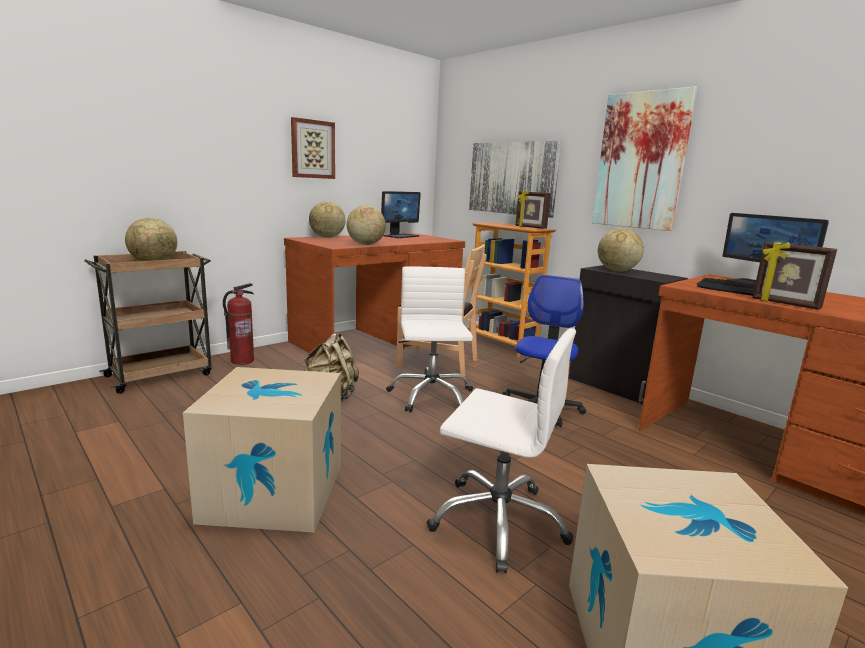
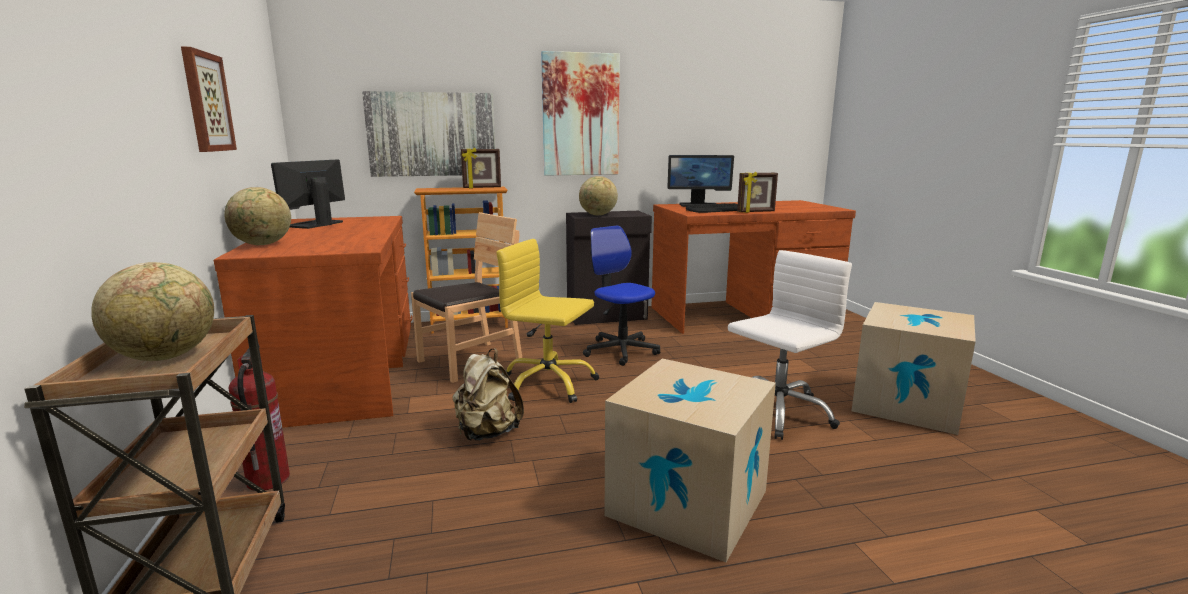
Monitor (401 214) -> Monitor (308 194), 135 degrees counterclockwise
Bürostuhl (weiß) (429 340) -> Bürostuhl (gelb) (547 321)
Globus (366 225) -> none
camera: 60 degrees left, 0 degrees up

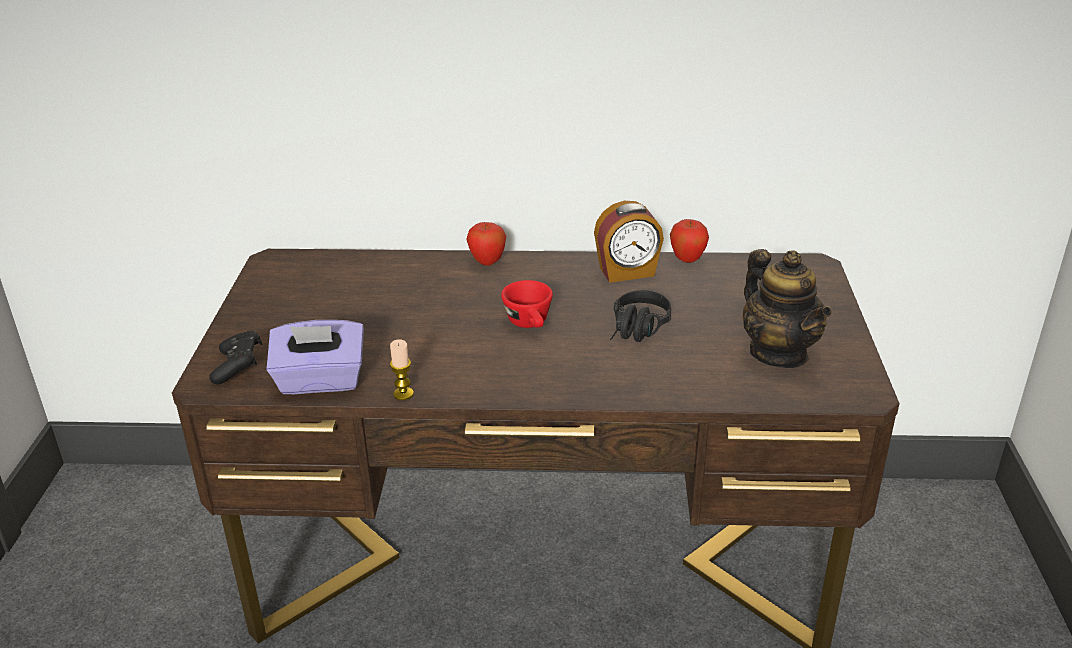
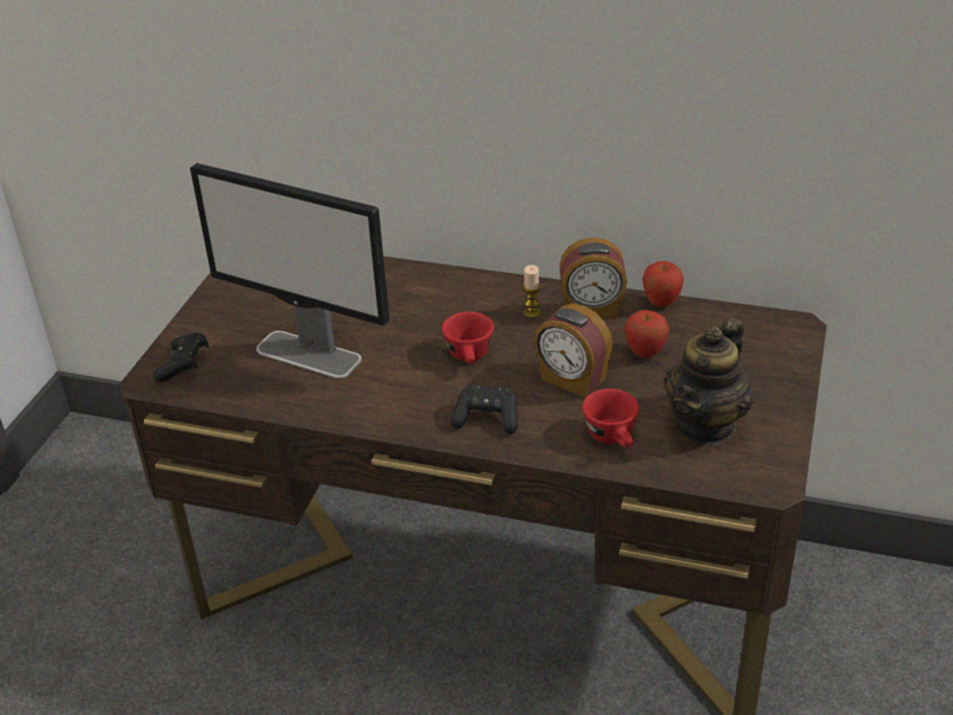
none -> Monitor (289 271)
none -> Gamepad (schwarz) (484 409)
Kerze (402 369) -> Kerze (531 291), shifted
Kopfhörer (schwarz) (640 316) -> Wecker (573 350)
none -> Tasse (rot) (610 418)
Apfel (486 244) -> Apfel (646 334), shifted
Teekanne (787 308) -> Teekanne (708 381), 45 degrees clockwise
Taschentuchbox (lila) (315 357) -> none
camera: 15 degrees right, 5 degrees up

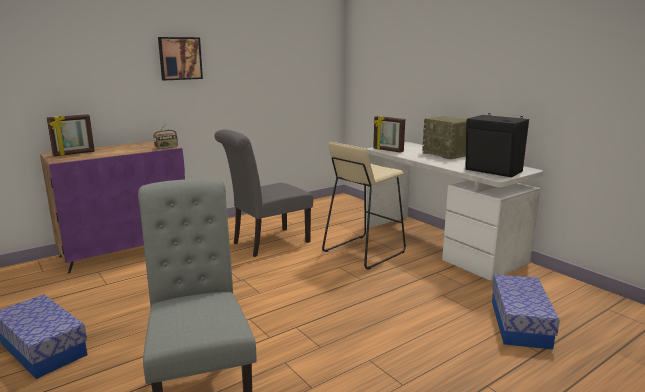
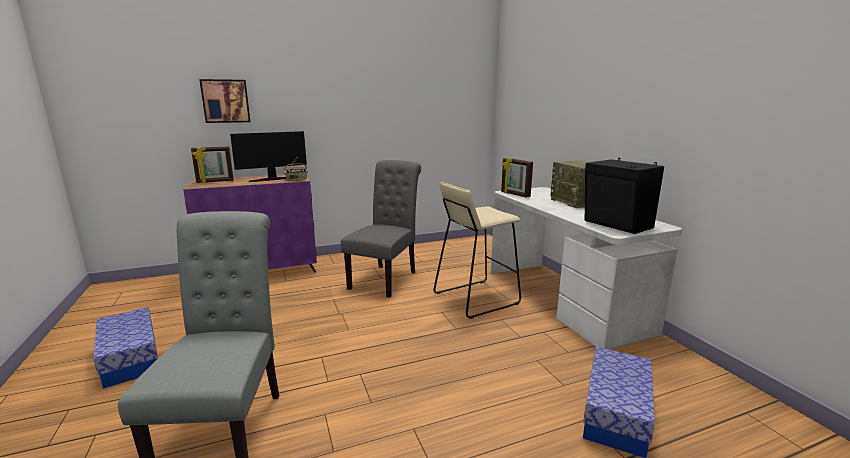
Bild (180 58) -> Bild (224 101), shifted
none -> Monitor (268 156)
Stuhl (grau) (263 193) -> Stuhl (grau) (381 229), 135 degrees clockwise
camera: 15 degrees right, 0 degrees up

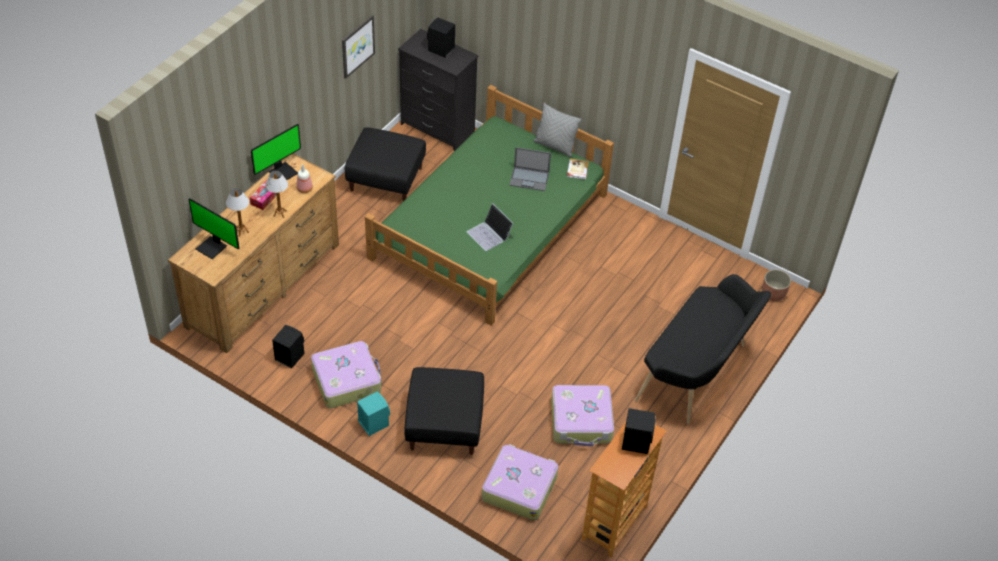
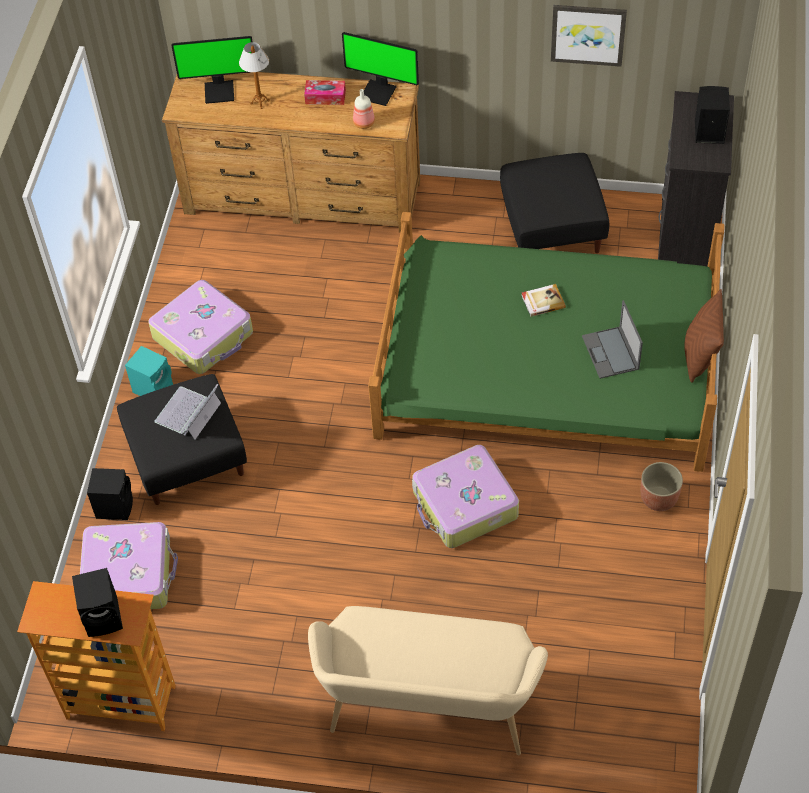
Lautsprecher (schwarz) (288 347) -> Lautsprecher (schwarz) (110 494), shifted
Laptop (490 227) -> Laptop (187 411), shifted
Monitor (213 228) -> Monitor (212 70), 105 degrees counterclockwise
Bank (schwarz) (703 349) -> Bank (beige) (428 680)
Koffer (582 416) -> Koffer (465 496), shifted
Buch (578 169) -> Buch (543 300), shifted
Pflanzkübel (776 285) -> Pflanzkübel (662 486), shifted
Kissen (grau) (557 130) -> Kissen (braun) (704 336)
Tischlampe (276 194) -> none
camera: 70 degrees right, 5 degrees up

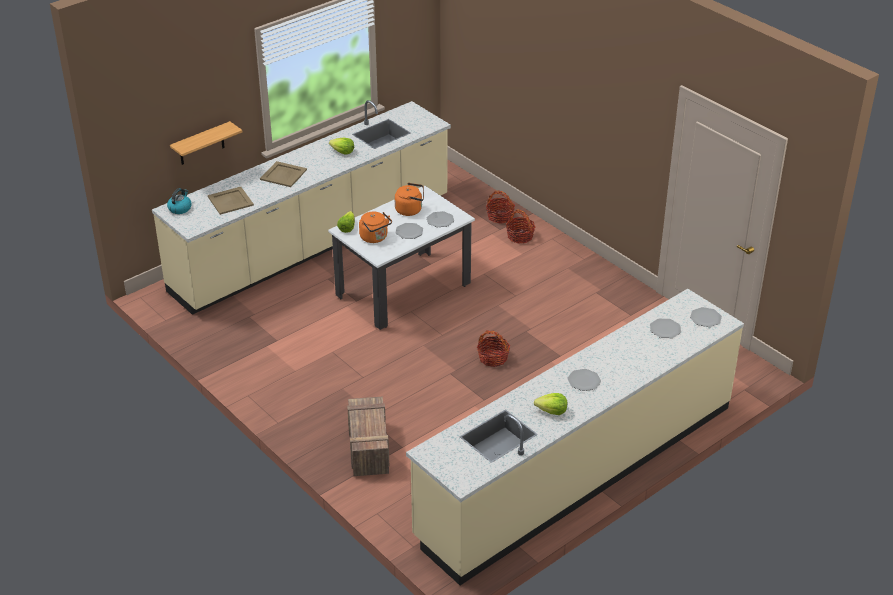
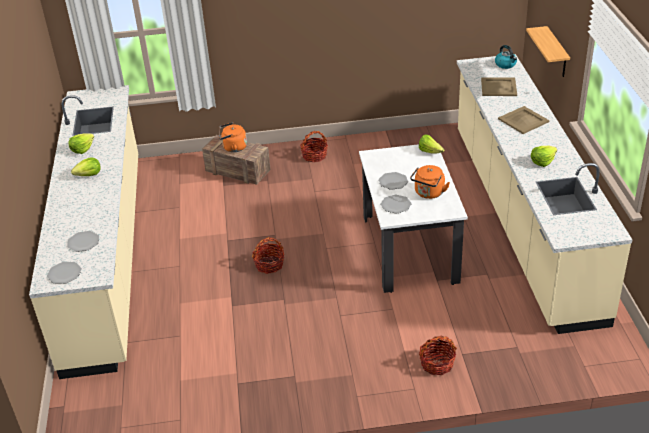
Teller (584 380) -> Salatkopf (86 166)
Wasserkessel (orange) (375 227) -> Wasserkessel (orange) (233 137), shifted
Korb (500 207) -> Korb (314 146), shifted
camera: 125 degrees right, 0 degrees up

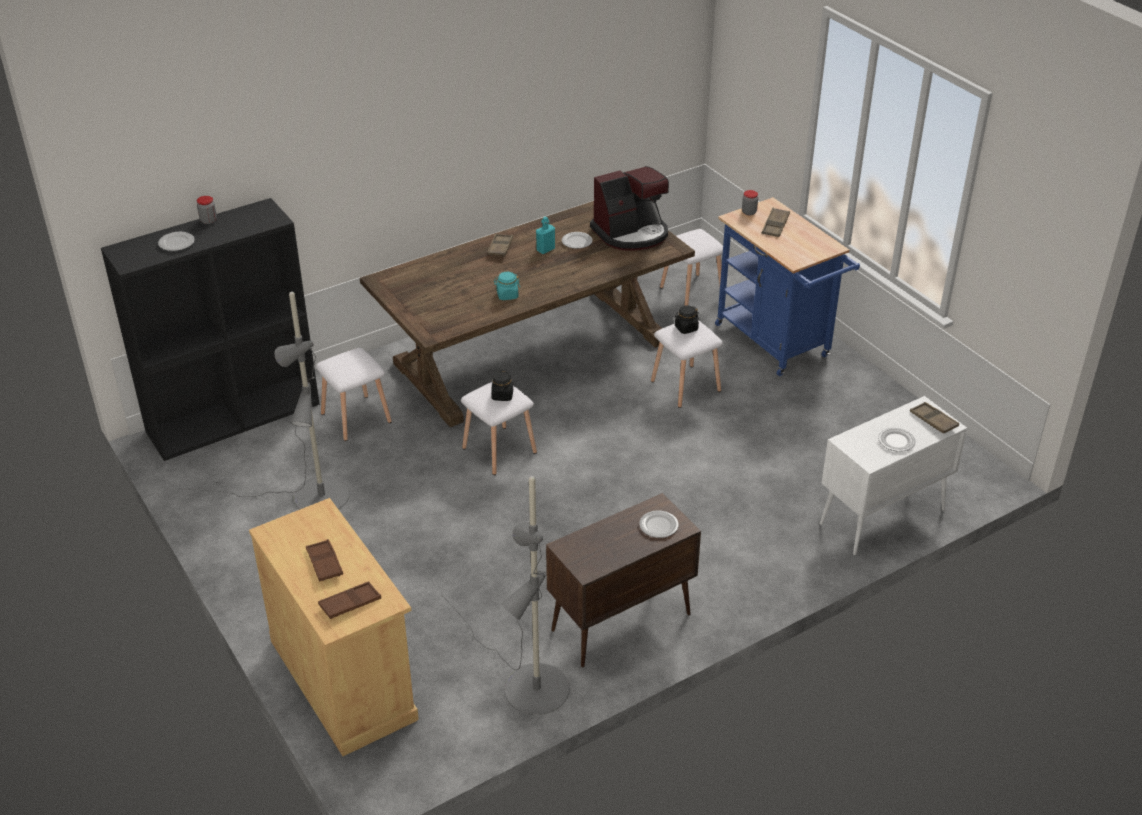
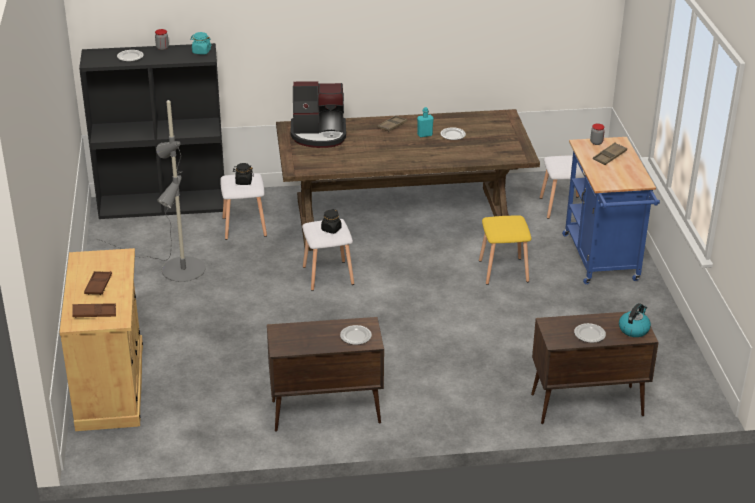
Vorratsglas (türkis) (507 286) -> Vorratsglas (türkis) (200 43), shifted
Vorratsglas (schwarz) (687 319) -> Vorratsglas (schwarz) (243 174), shifted
Kaffeemaschine (629 208) -> Kaffeemaschine (318 114), shifted
Hocker (weiß) (687 364) -> Hocker (gelb) (505 250)
Schrank (weiß) (893 475) -> Schrank (braun) (595 367)
Tablett (braun) (934 418) -> Wasserkessel (635 320)
Stehlampe (grau) (505 595) -> none
camera: 25 degrees right, 5 degrees down

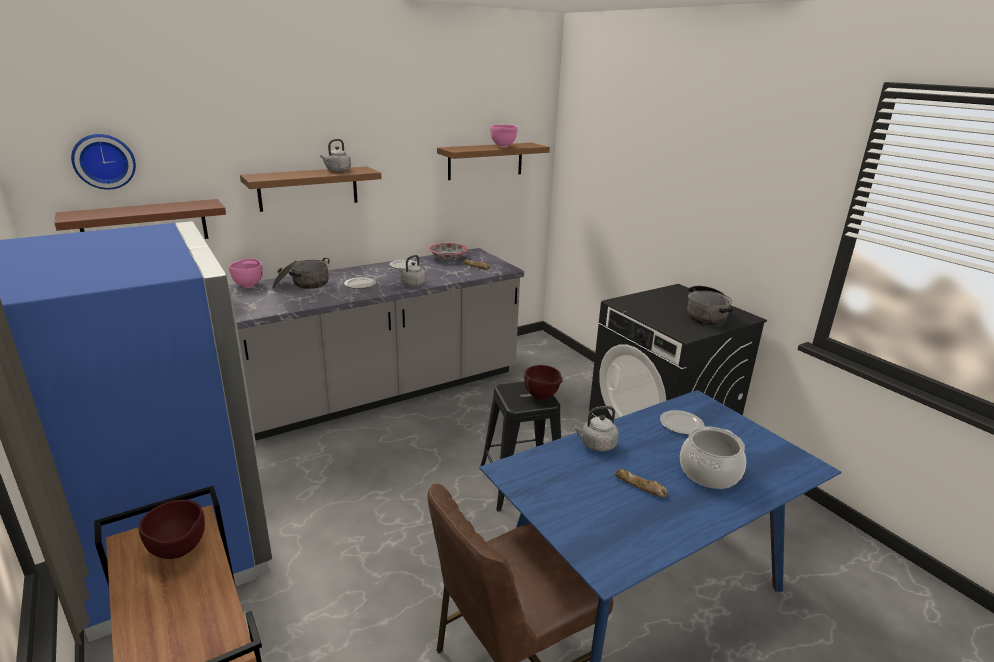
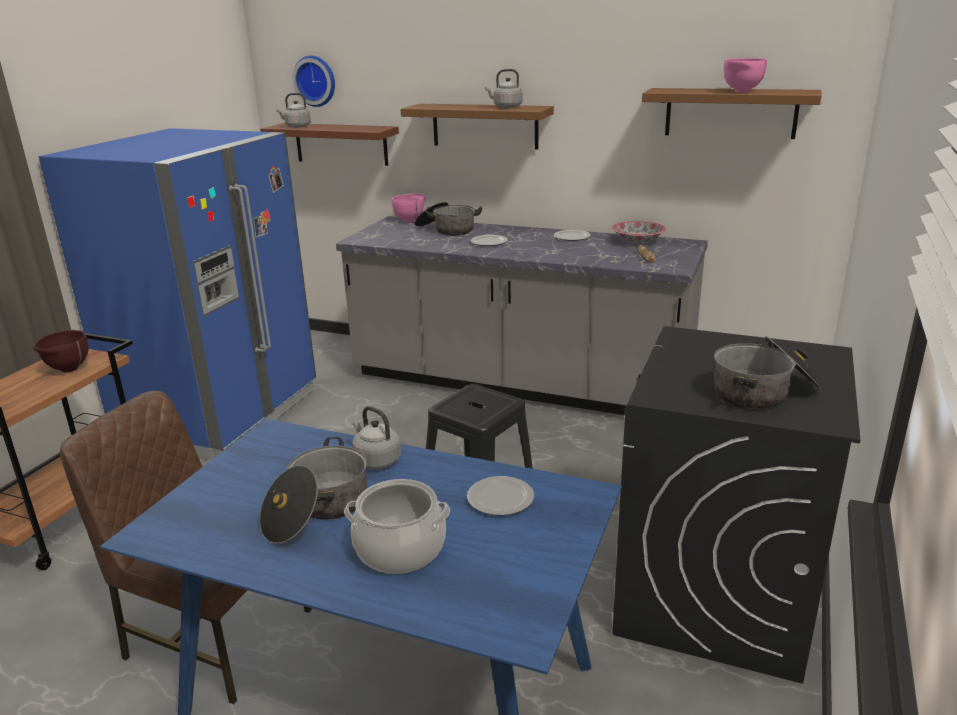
Brot (641 483) -> Kochtopf (313 490)
Wasserkessel (grau) (412 270) -> Wasserkessel (grau) (293 110), shifted
Schüssel (braun) (543 382) -> none
camera: 55 degrees right, 0 degrees up

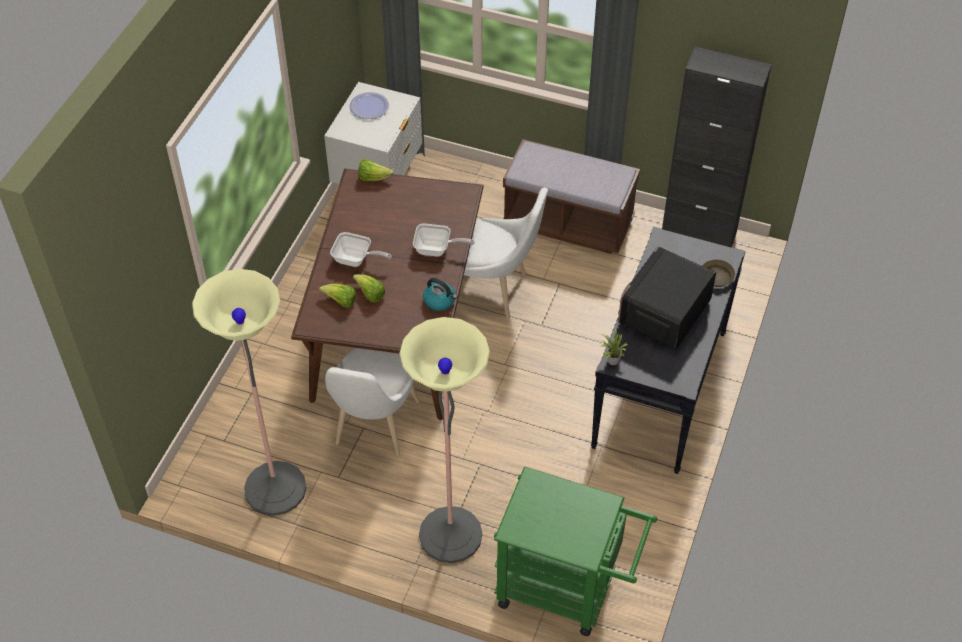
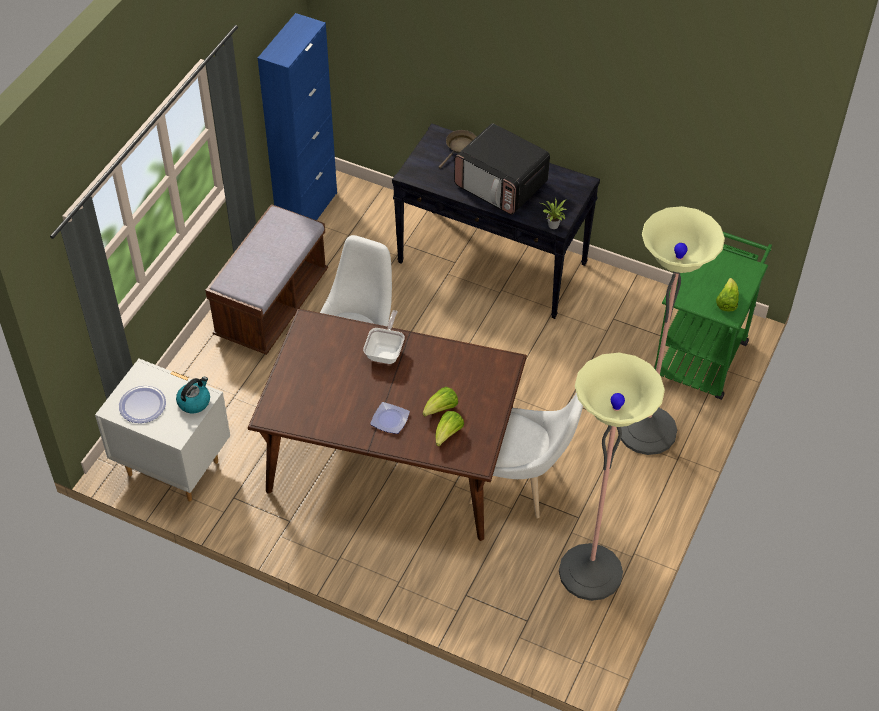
Wasserkessel (440 294) -> Wasserkessel (193 395), shifted
Schrank (schwarz) (717 147) -> Schrank (blau) (297 116)
Pfanne (361 249) -> Teller (390 418)
Salatkopf (376 170) -> Salatkopf (727 294), shifted
camera: 85 degrees left, 0 degrees up

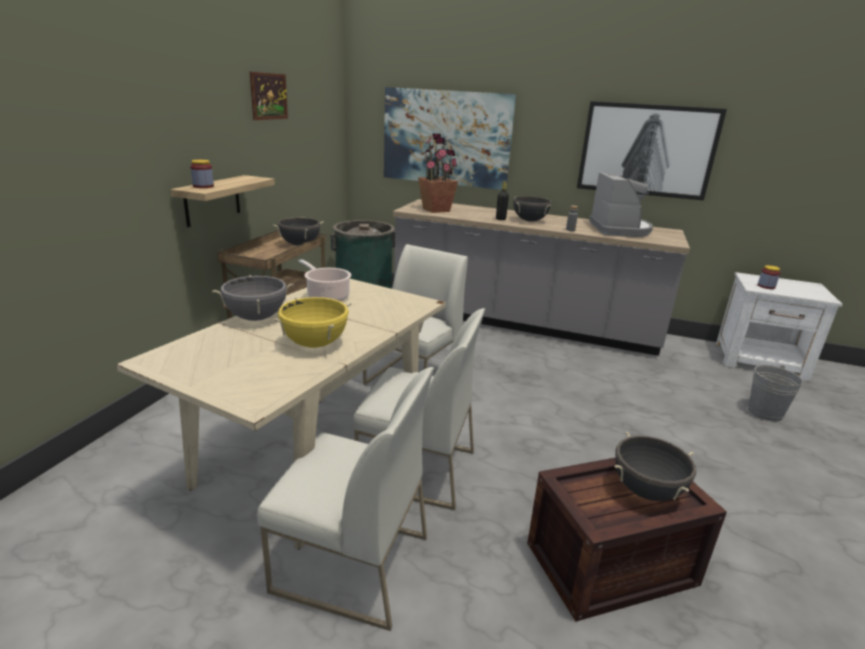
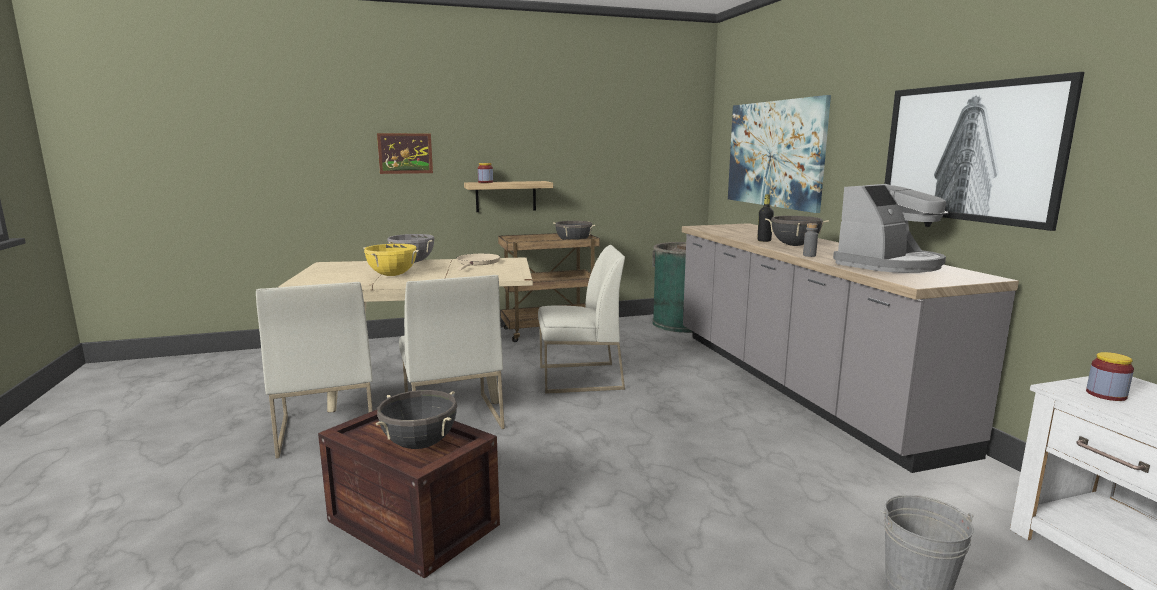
Bild (269 96) -> Bild (405 153), shifted
Kochtopf (325 280) -> Pfanne (beige) (478 262)
Topfpflanze (438 173) -> none
camera: 55 degrees right, 10 degrees down

